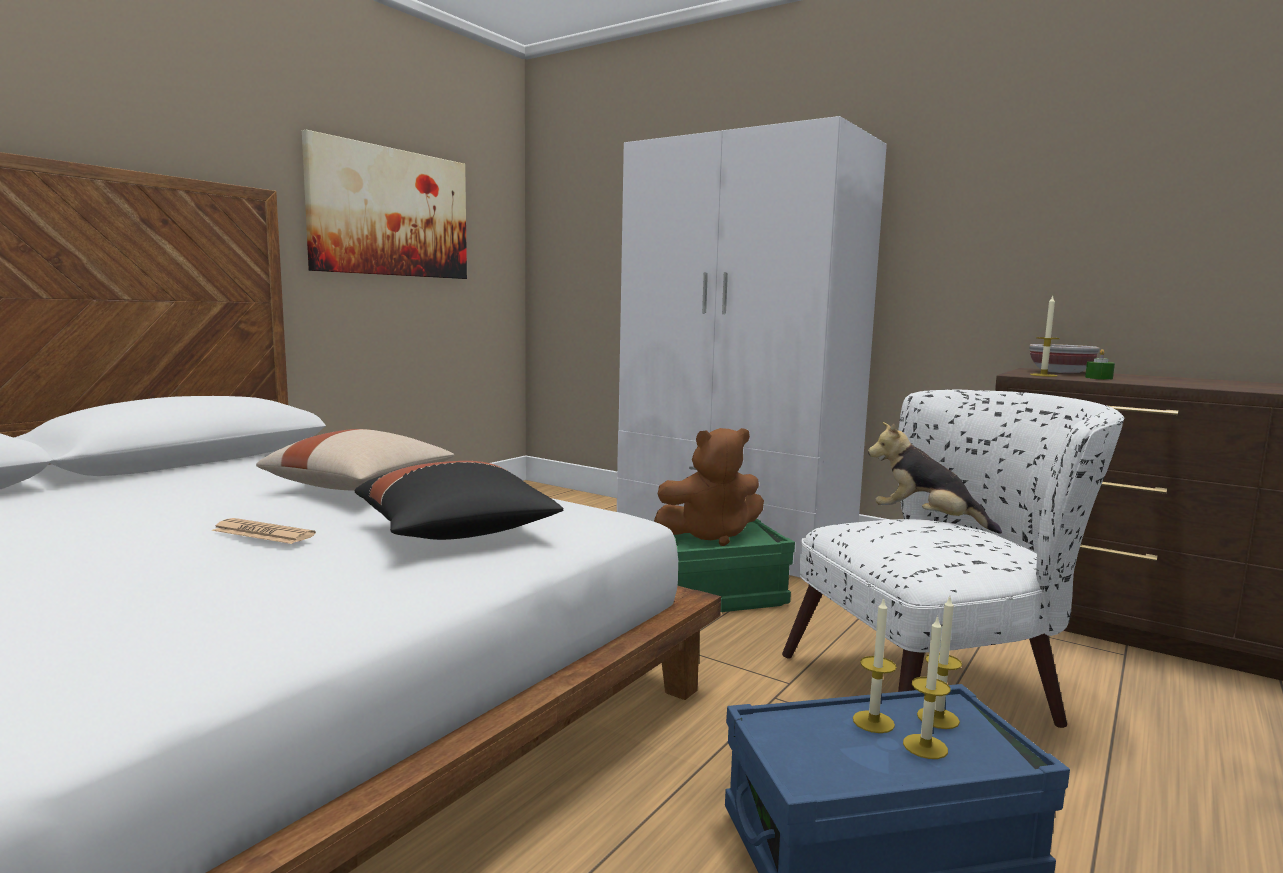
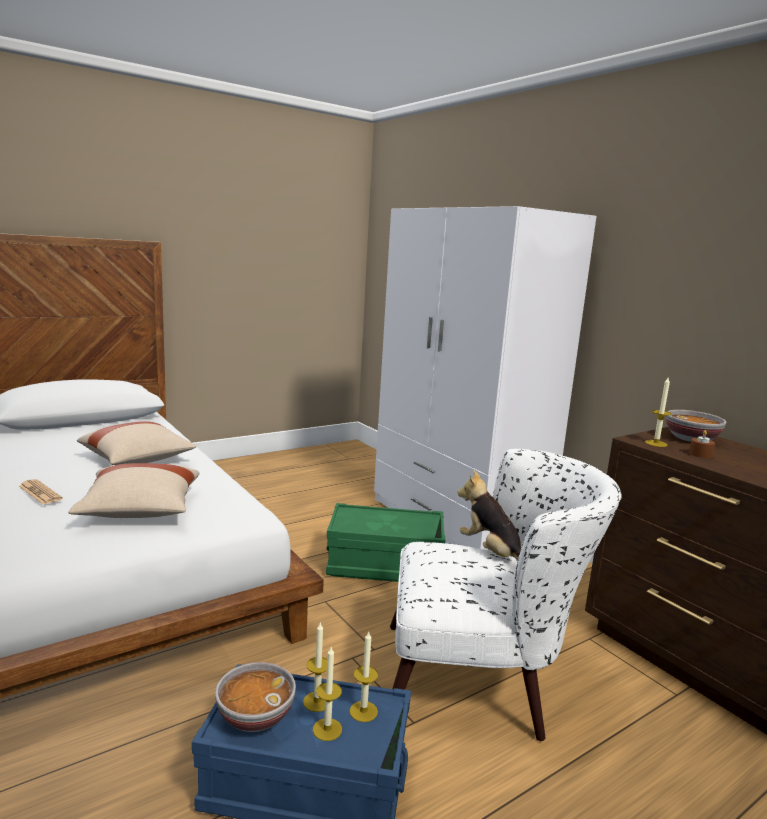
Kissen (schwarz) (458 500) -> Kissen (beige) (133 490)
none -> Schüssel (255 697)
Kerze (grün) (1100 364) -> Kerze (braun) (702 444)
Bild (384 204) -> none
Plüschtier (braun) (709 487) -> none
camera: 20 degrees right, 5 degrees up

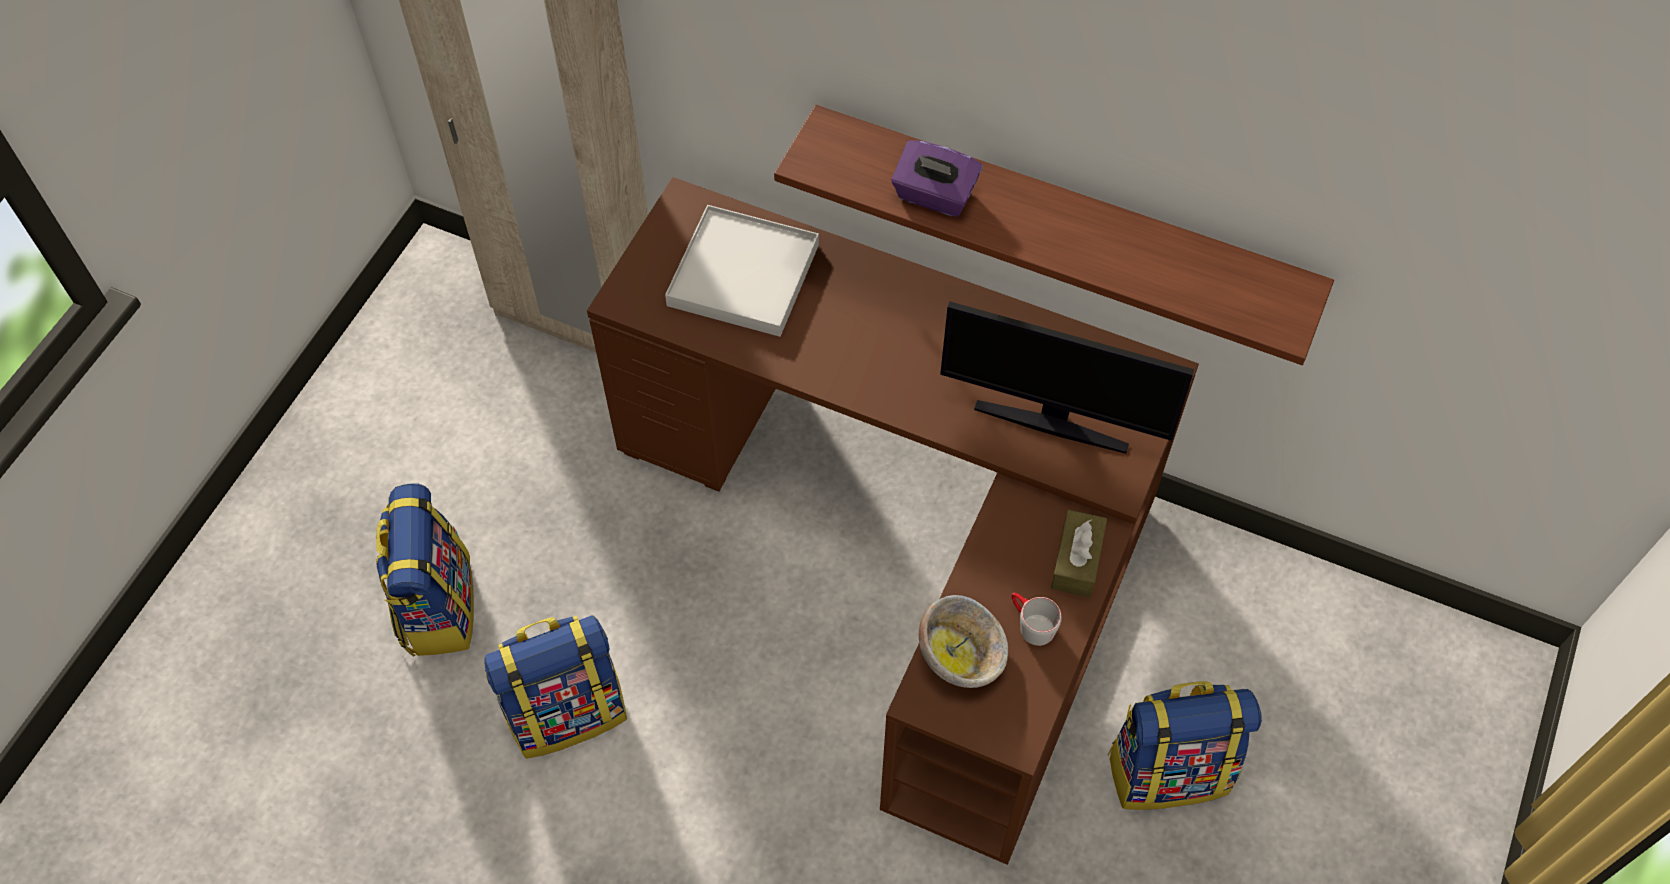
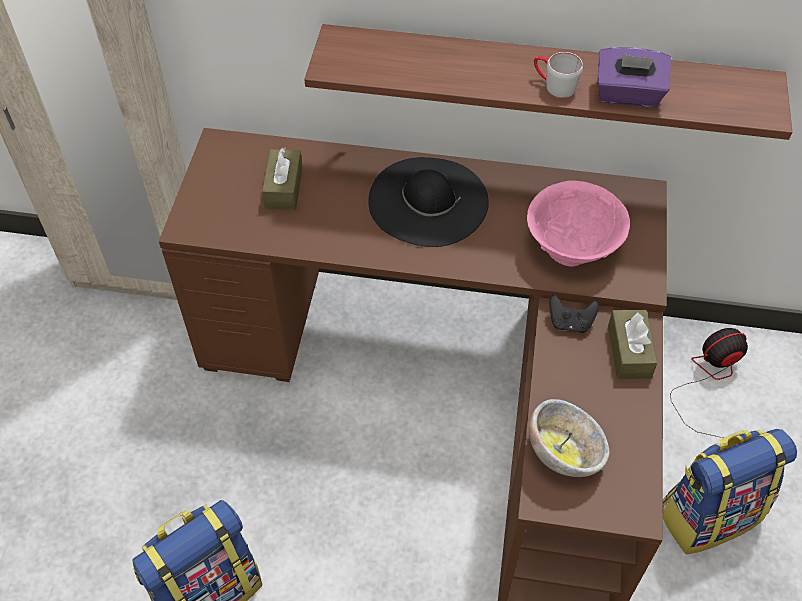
Tablett (weiß) (742 271) -> Taschentuchbox (braun) (282 178)
none -> Hut (schwarz) (428 202)
Monitor (1067 378) -> Schüssel (rosa) (578 223)
Henkelbecher (grau) (1037 619) -> Henkelbecher (grau) (558 75), shifted
none -> Gamepad (schwarz) (574 314)
Taschentuchbox (lila) (936 178) -> Taschentuchbox (lila) (634 77), shifted
none -> Ventilator (709 383)
Rucksack (424 570) -> none
camera: 15 degrees left, 5 degrees down

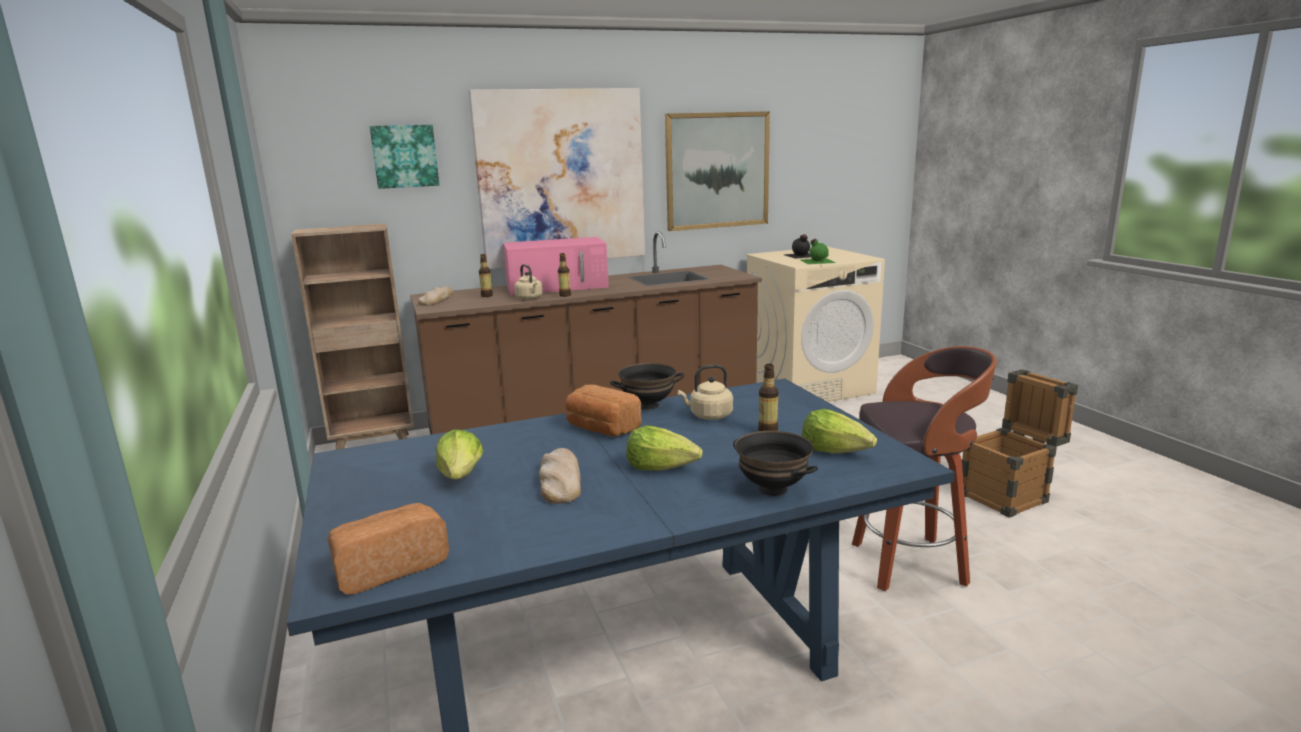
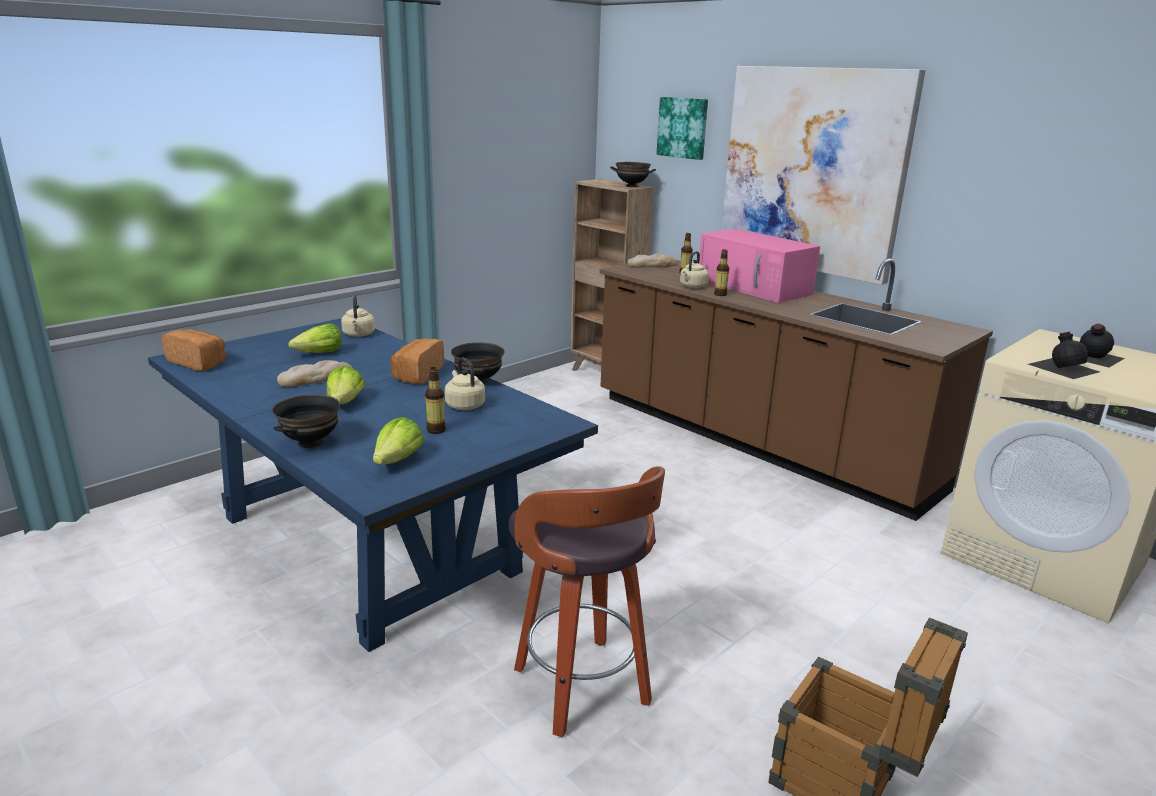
none -> Wasserkessel (beige) (358 316)
none -> Schüssel (schwarz) (633 174)
Flasche (grün) (817 251) -> Flasche (schwarz) (1064 355)
Bild (717 171) -> none
camera: 65 degrees right, 5 degrees up

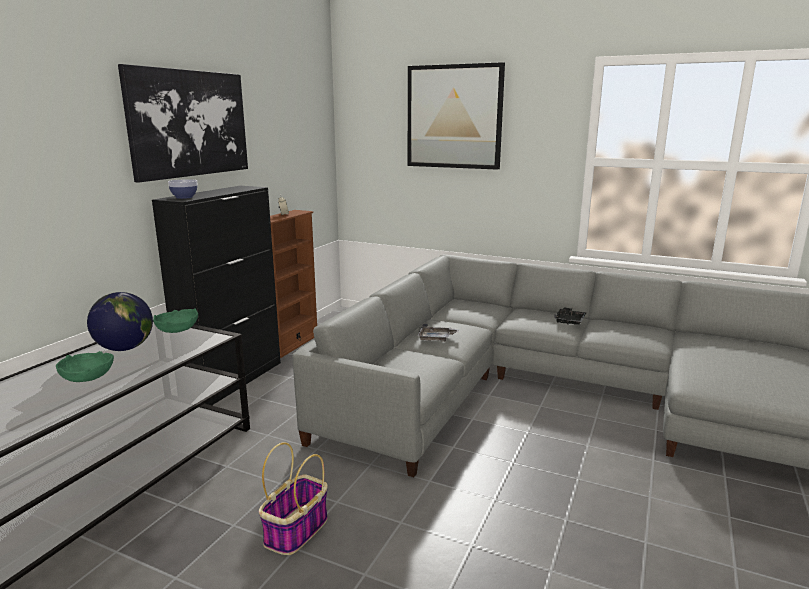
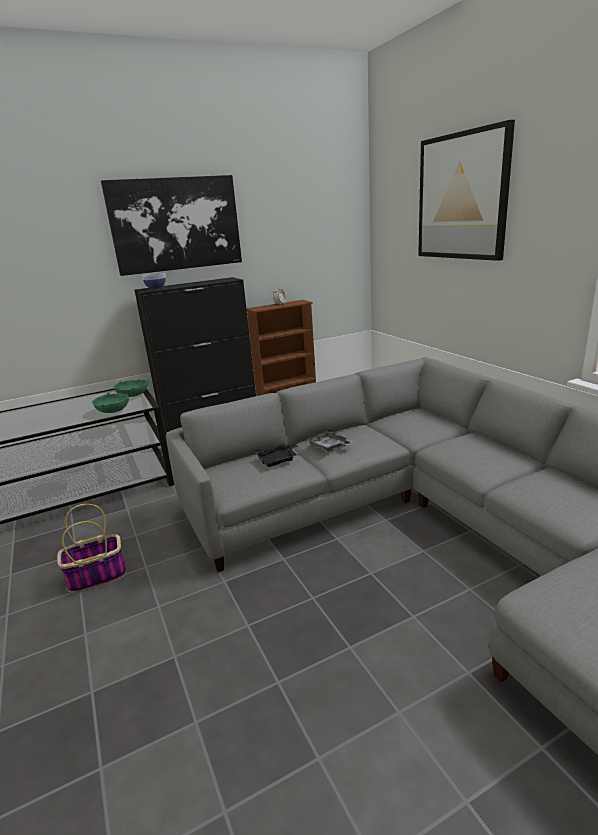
Schüssel (grün) (85 366) -> Schüssel (grün) (110 403), shifted
Tablett (schwarz) (570 316) -> Tablett (schwarz) (276 455), shifted
Globus (120 321) -> none
camera: 40 degrees right, 5 degrees up

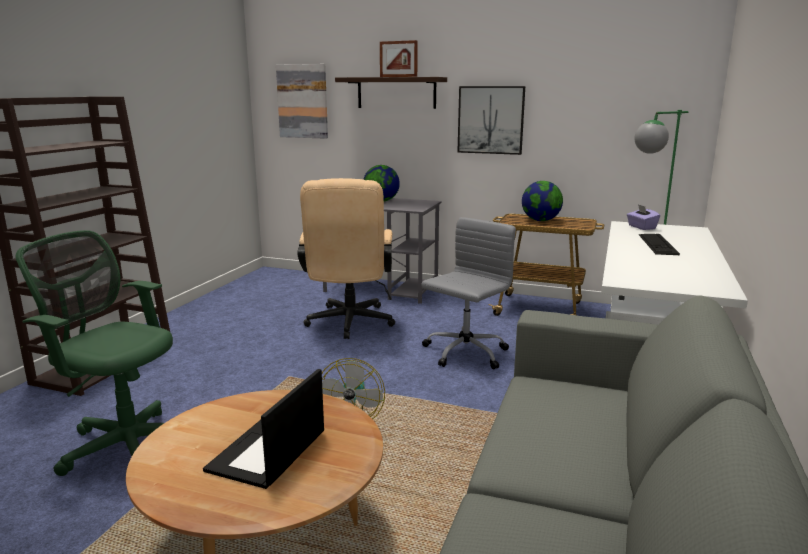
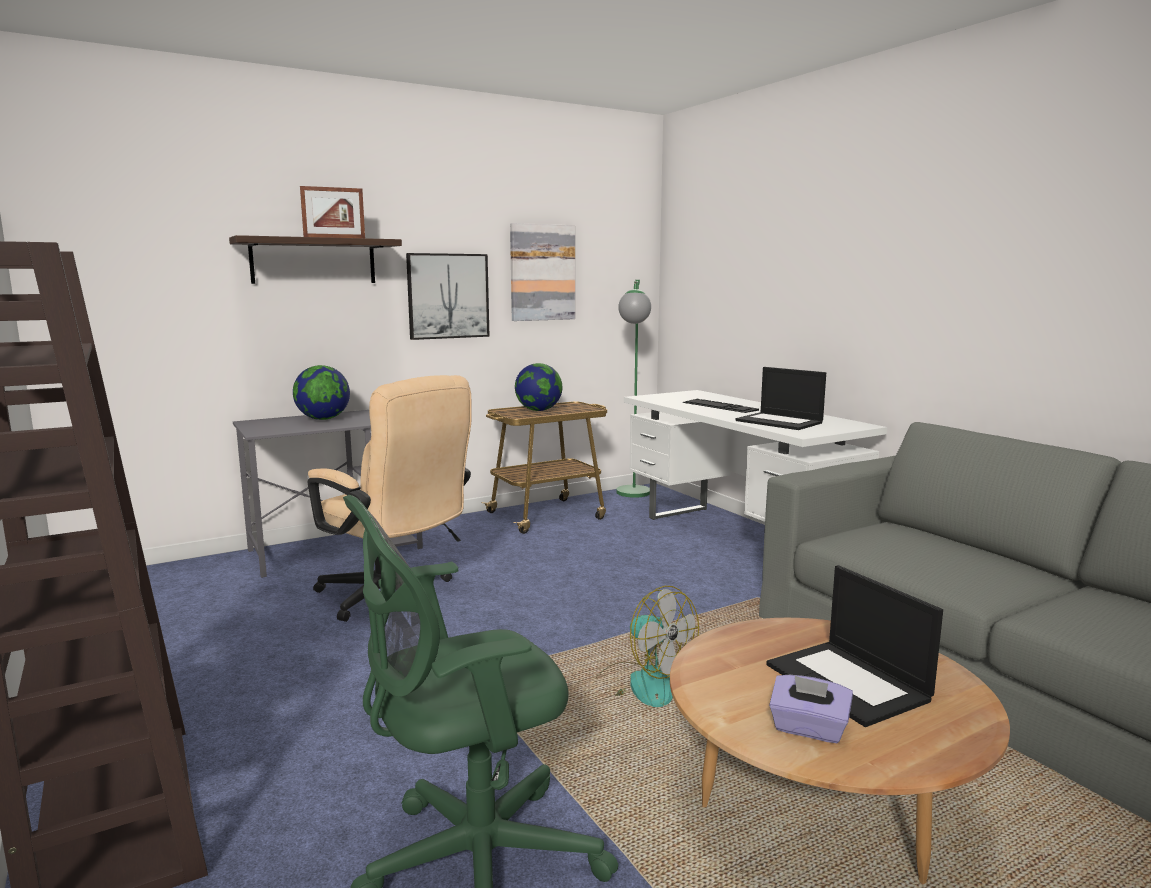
Bild (302 101) -> Bild (542 272), shifted
none -> Laptop (780 398)
Taschentuchbox (lila) (643 217) -> Taschentuchbox (lila) (811 709), shifted
Bürostuhl (grau) (468 293) -> none
camera: 50 degrees left, 5 degrees down

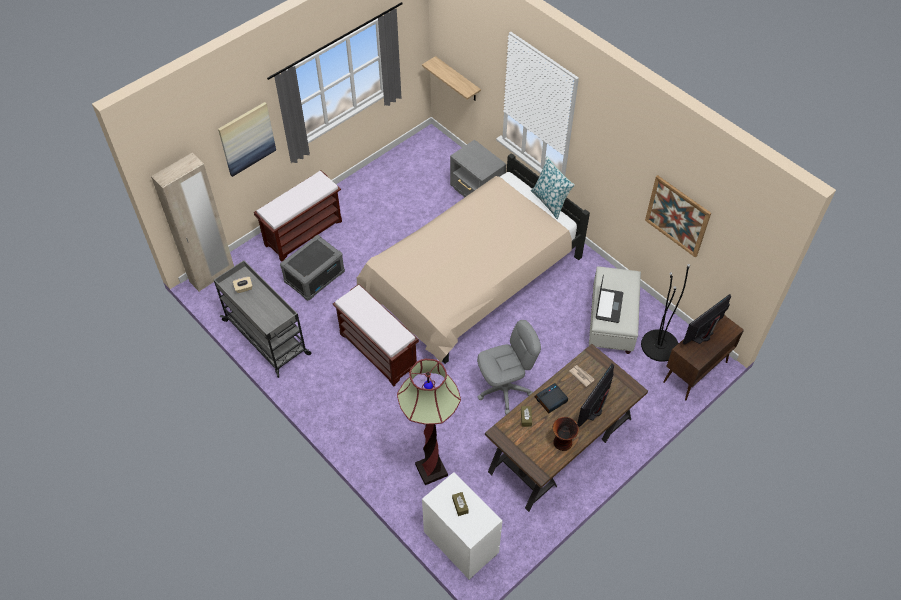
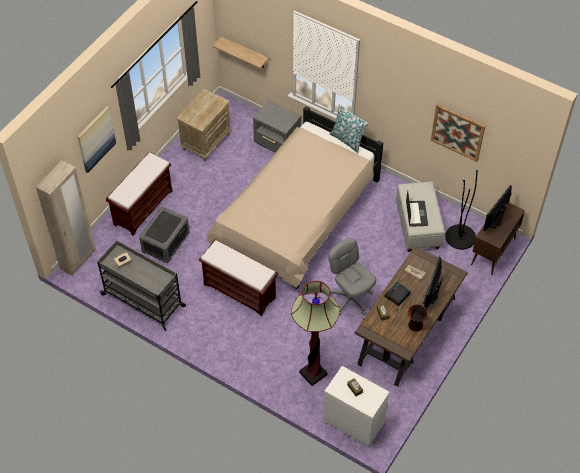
none -> Nachttisch (beige) (204 125)
Bürostuhl (grau) (509 367) -> Bürostuhl (grau) (352 277), 90 degrees counterclockwise
camera: 15 degrees left, 0 degrees up

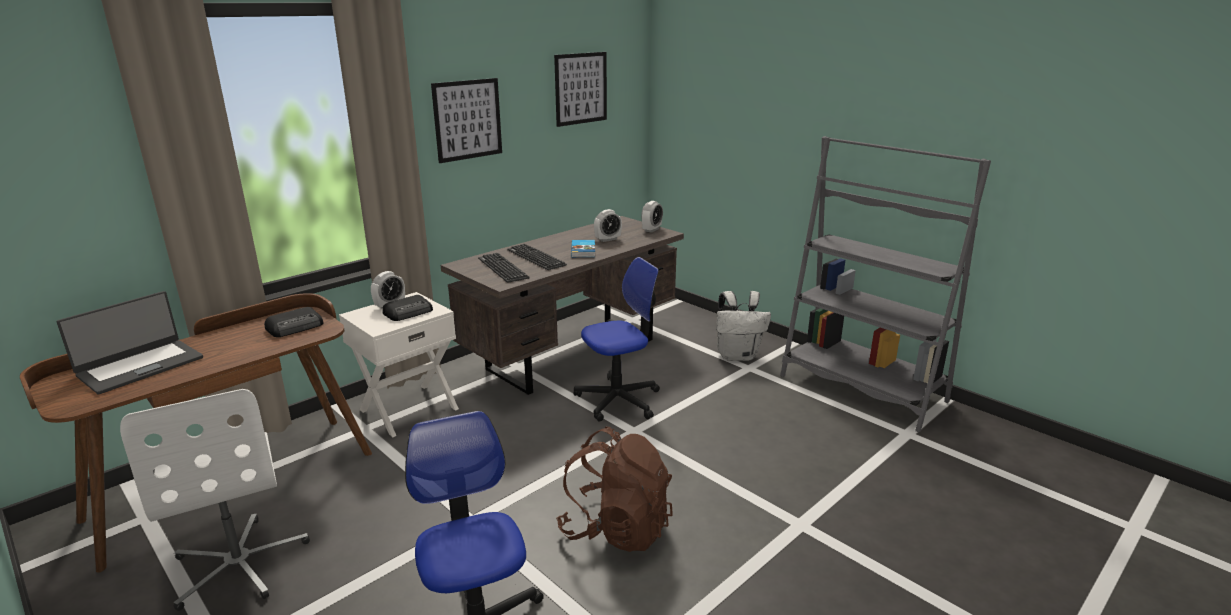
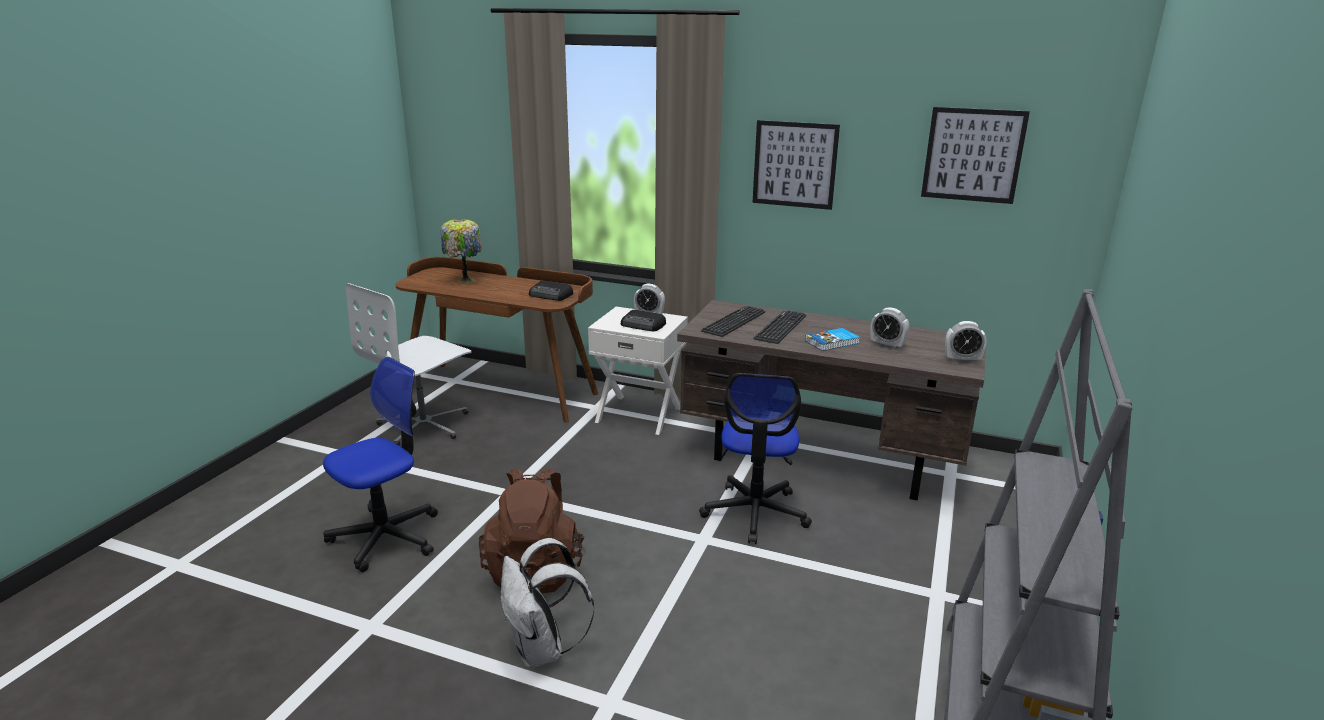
Laptop (130 342) -> Tischlampe (461 251)
Rucksack (weiß) (743 326) -> Rucksack (weiß) (547 603), shifted
Bürostuhl (616 339) -> Bürostuhl (755 458), 60 degrees clockwise
camera: 65 degrees right, 0 degrees up

